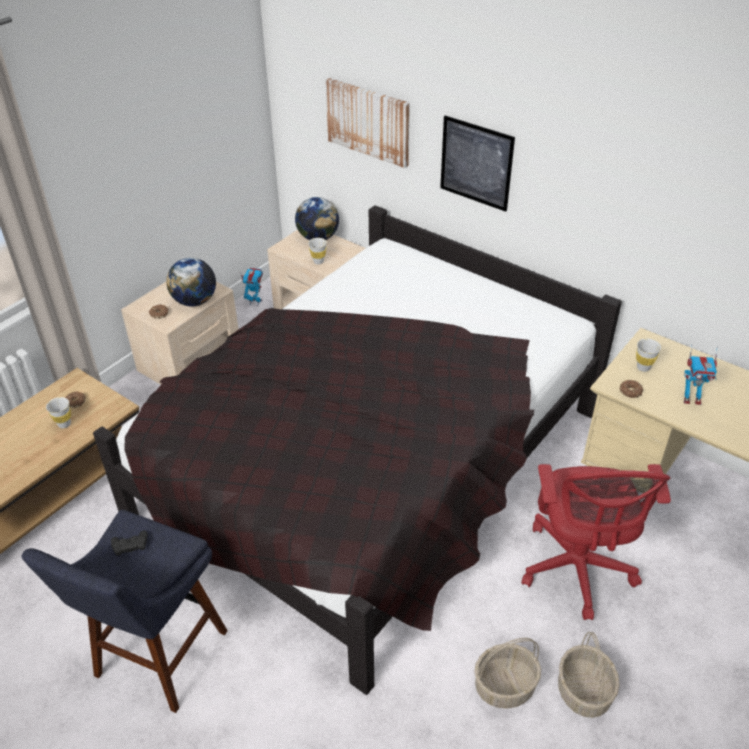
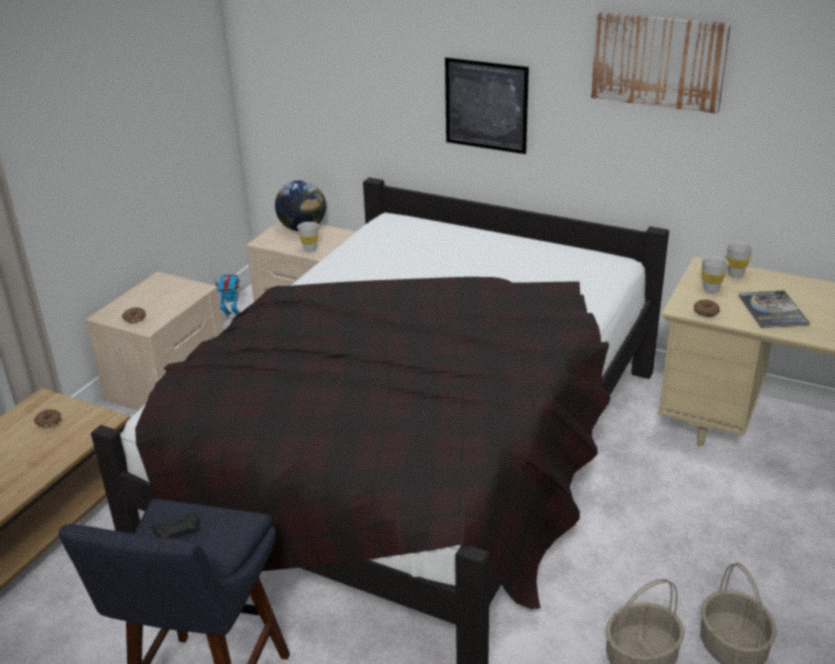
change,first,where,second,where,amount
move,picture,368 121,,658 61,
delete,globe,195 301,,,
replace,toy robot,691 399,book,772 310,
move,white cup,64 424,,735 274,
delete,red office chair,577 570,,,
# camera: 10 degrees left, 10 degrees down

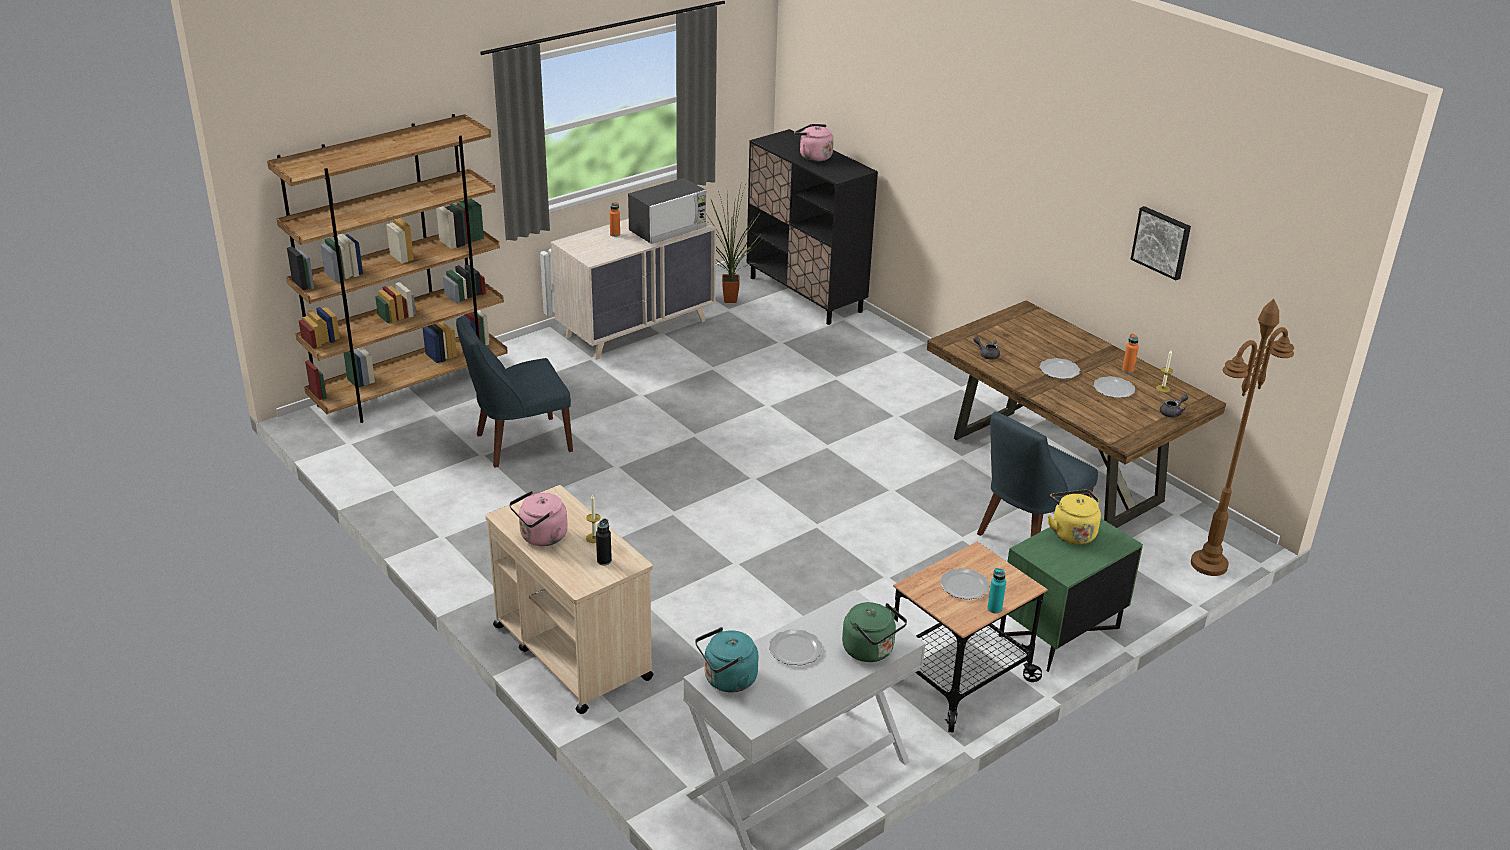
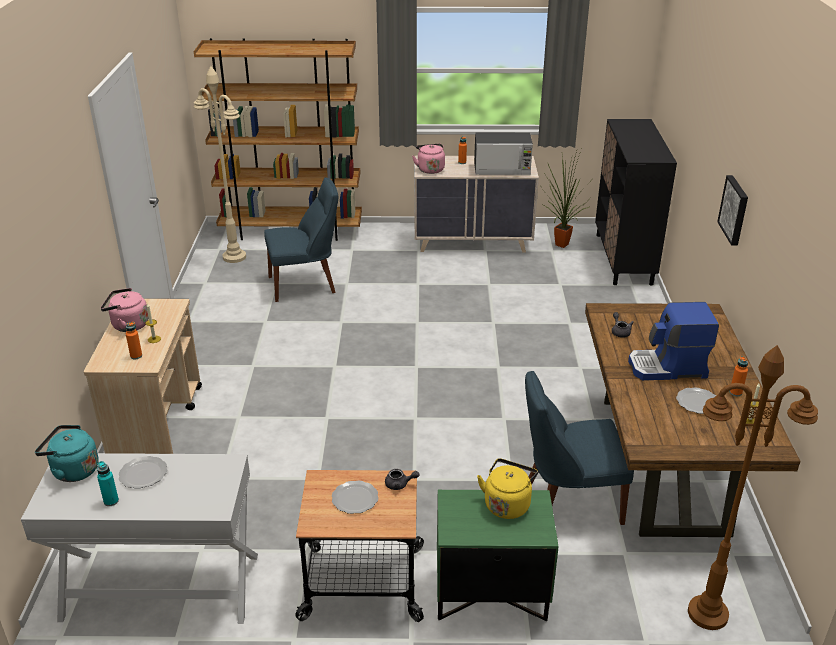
change,first,where,second,where,amount
move,pink kettle,813 156,,430 169,
move,picture,1162 242,,735 210,
rotate,blue chair,519 443,,305 284,150 degrees clockwise
replace,plate,1060 370,coffee machine,668 368,
move,grey teapot,1172 412,,400 484,
recolor,black bottle,604 561,orange bottle,136 356,
move,turquoise bottle,994 608,,111 501,
delete,green kettle,871 651,,,
insert,,,beige floor lamp,234 257,
# camera: 40 degrees right, 0 degrees up

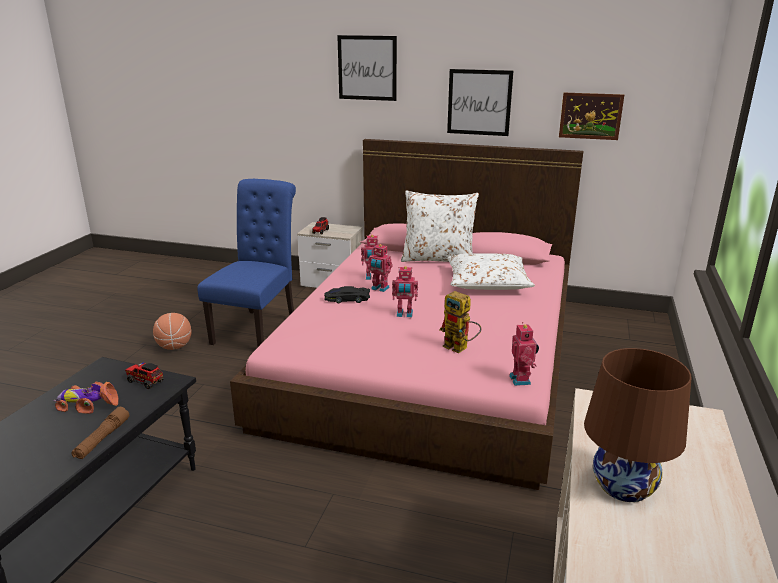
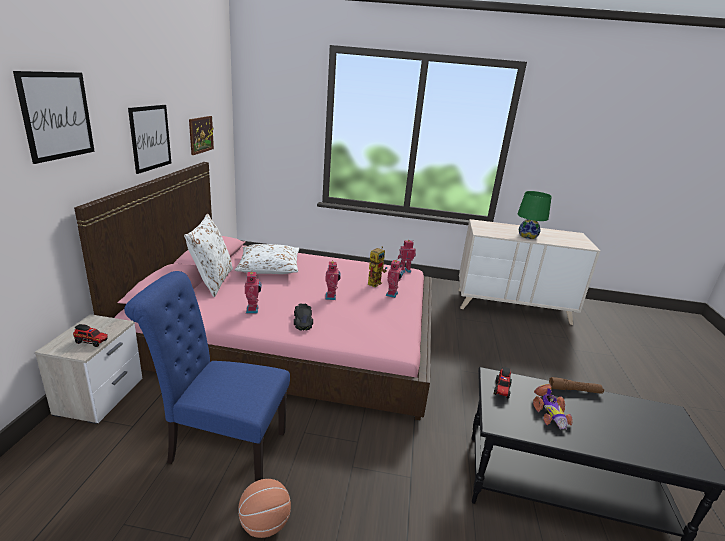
change,first,where,second,where,amount
move,toy robot,379 288,,392 294,
recolor,brown table lamp,624 486,green table lamp,527 236,
# camera: 100 degrees left, 0 degrees up

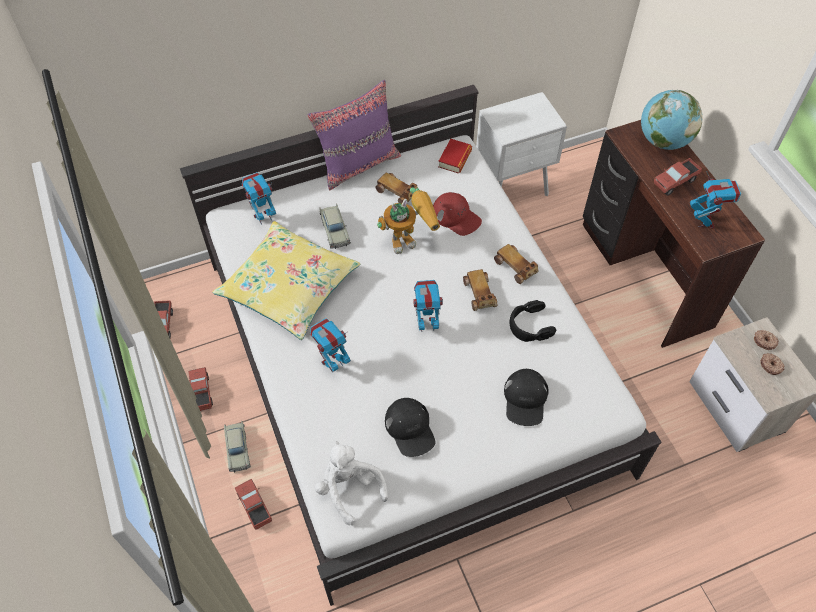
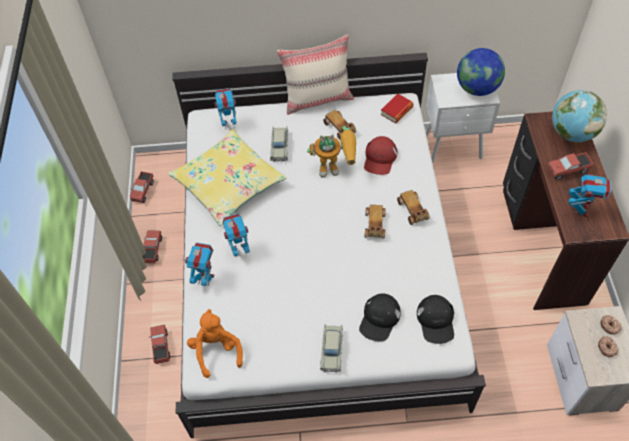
change,first,where,second,where,amount
recolor,purple pillow,358 164,beige pillow,318 99,
rotate,red cap,456 217,,380 158,45 degrees clockwise
move,toy robot,426 324,,205 279,
delete,black headphones,529 325,,,
move,black cap,410 429,,436 321,
move,beige toy car,238 449,,332 350,
recolor,white plush toy,349 489,orange plush toy,216 350,
insert,,,globe,477 88,
# camera: 20 degrees right, 0 degrees up

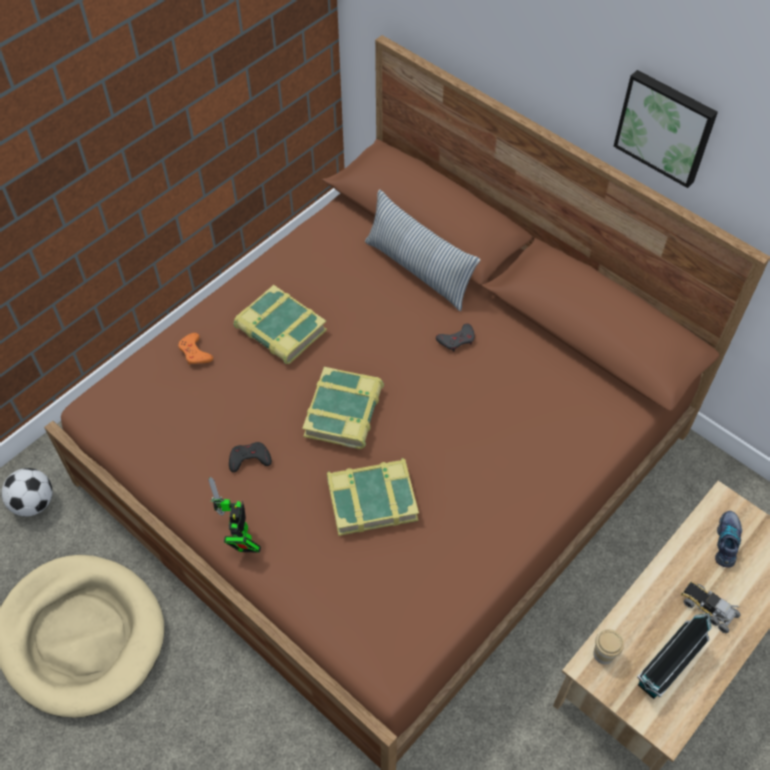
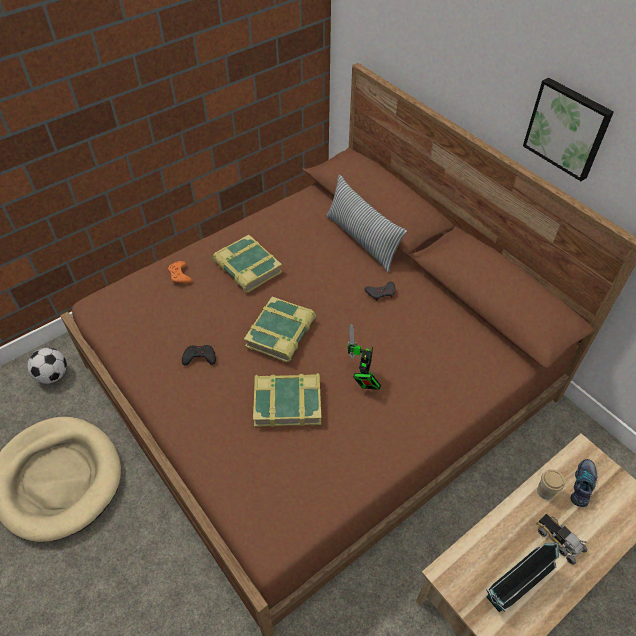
change,first,where,second,where,amount
move,toy robot,240 540,,363 380,
move,cup,603 654,,545 491,
# camera: 10 degrees right, 5 degrees down

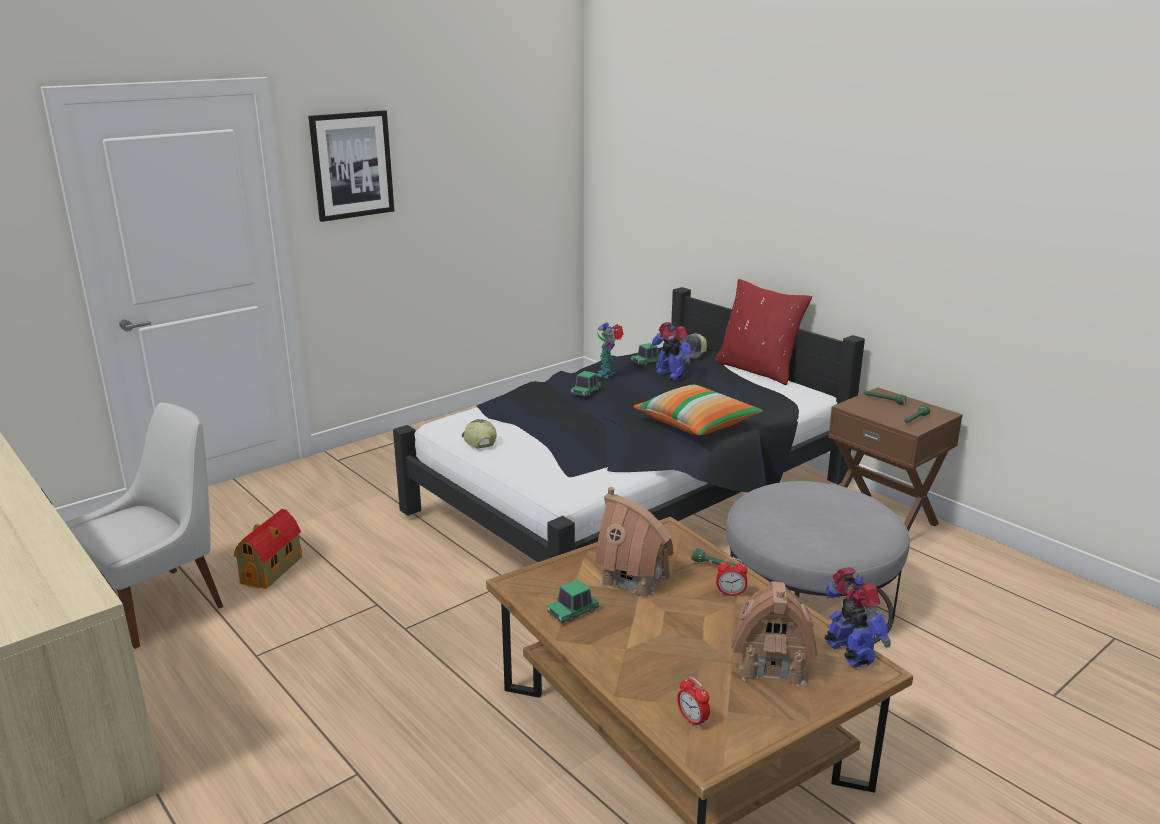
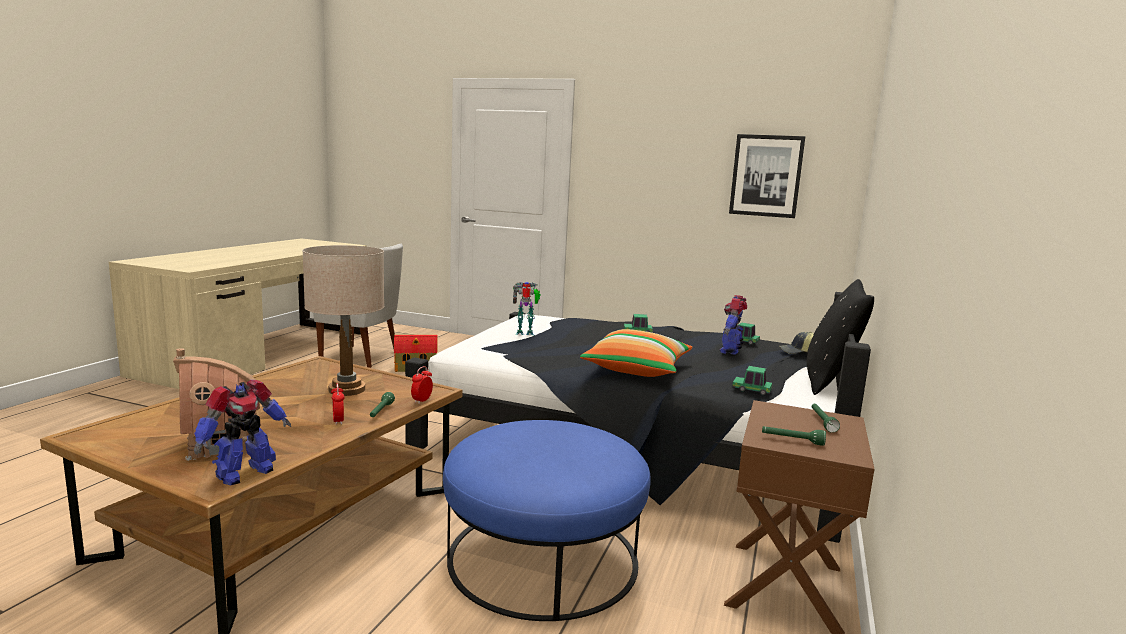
change,first,where,second,where,amount
move,picture,352 165,,766 176,
recolor,red pillow,758 370,black pillow,829 381,
move,toy robot,607 374,,525 333,
delete,cap,478 441,,,
recolor,grey ottoman,807 602,blue ottoman,542 557,
replace,toy house,634 578,beige table lamp,346 390,
move,toy car,573 612,,752 390,
move,alarm clock,692 720,,422 400,
# camera: 60 degrees right, 10 degrees down

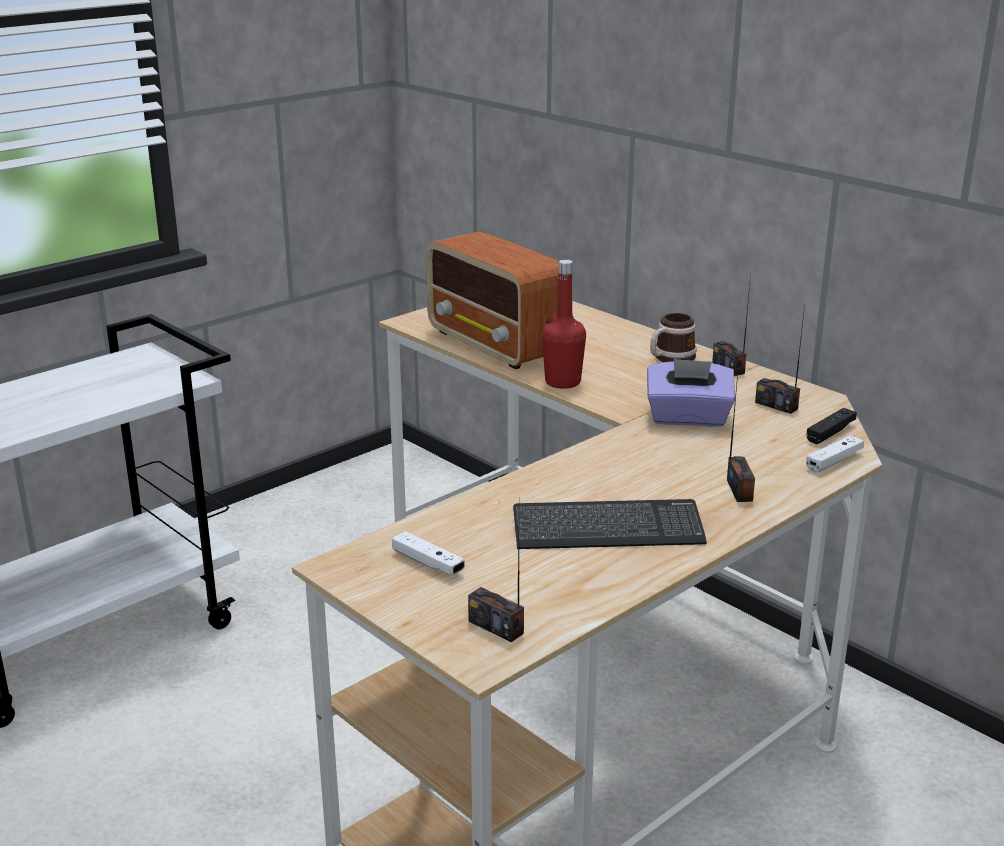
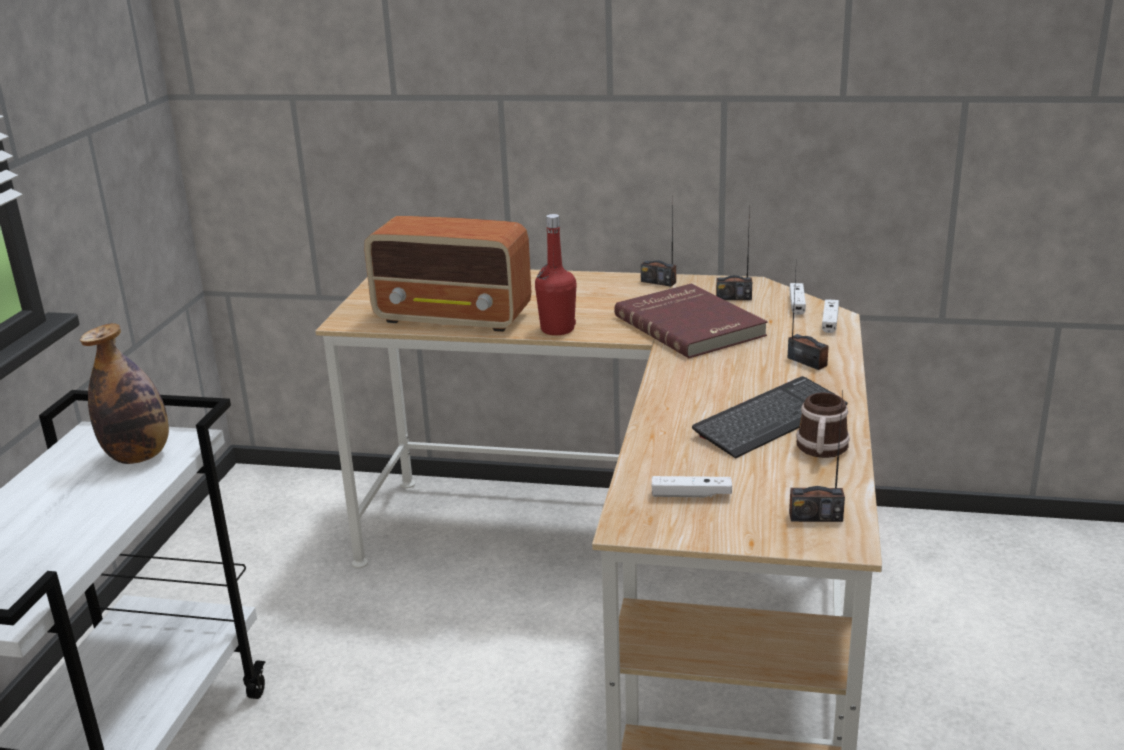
change,first,where,second,where,amount
move,mug,670 358,,821 450,
replace,purple tissue box,688 418,red book,691 325,
recolor,black game controller,830 433,white game controller,797 304,
insert,,,bottle,139 456,
# camera: 35 degrees left, 0 degrees up

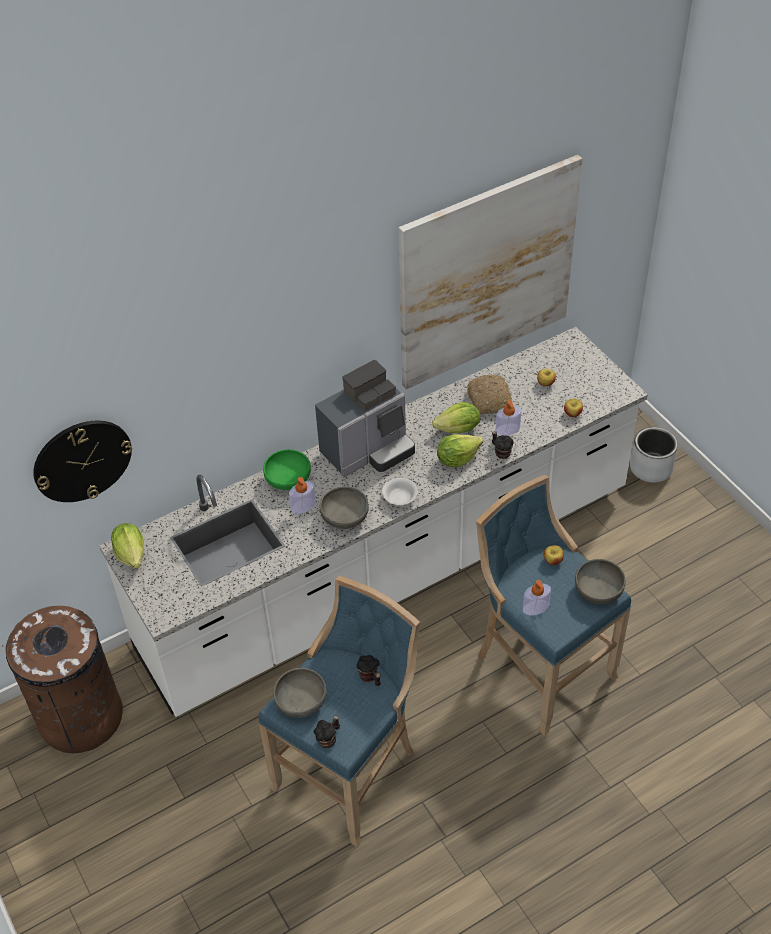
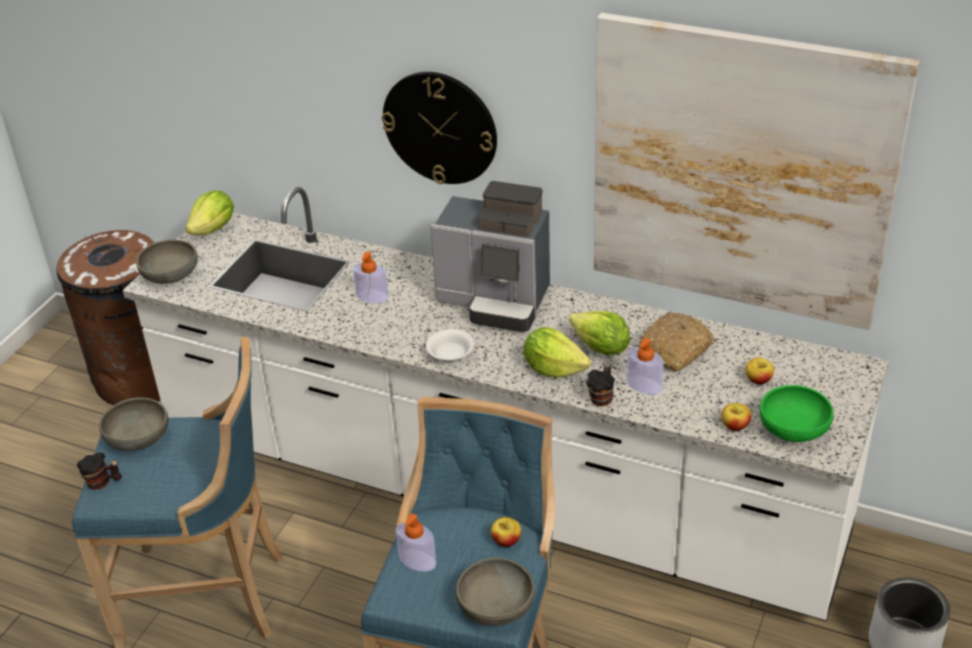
change,first,where,second,where,amount
move,wall clock,82 460,,440 127,
move,green bowl,288 479,,793 429,
move,grey bowl,345 517,,170 276,
delete,mug,370 677,,,
# camera: 55 degrees right, 10 degrees down

